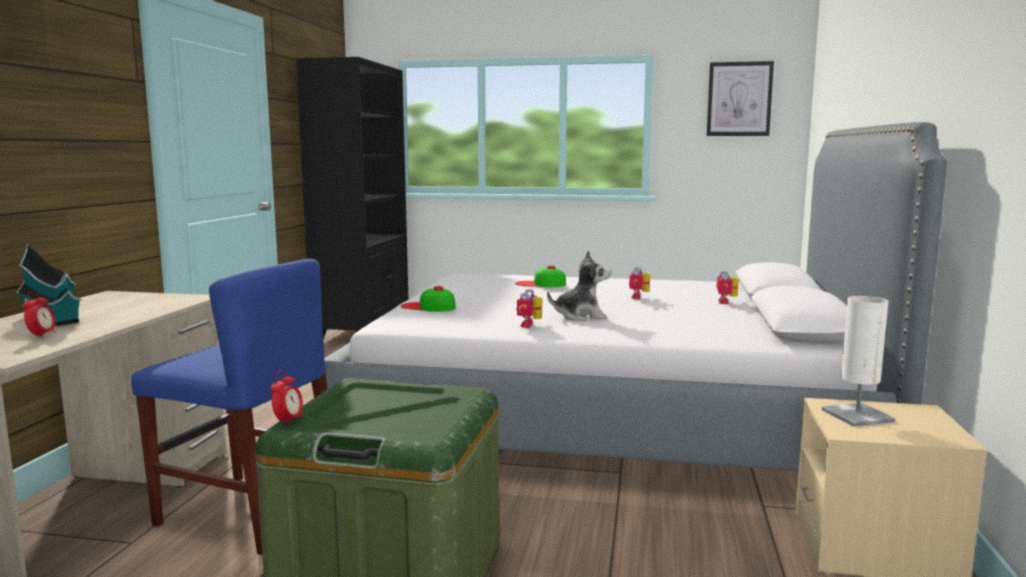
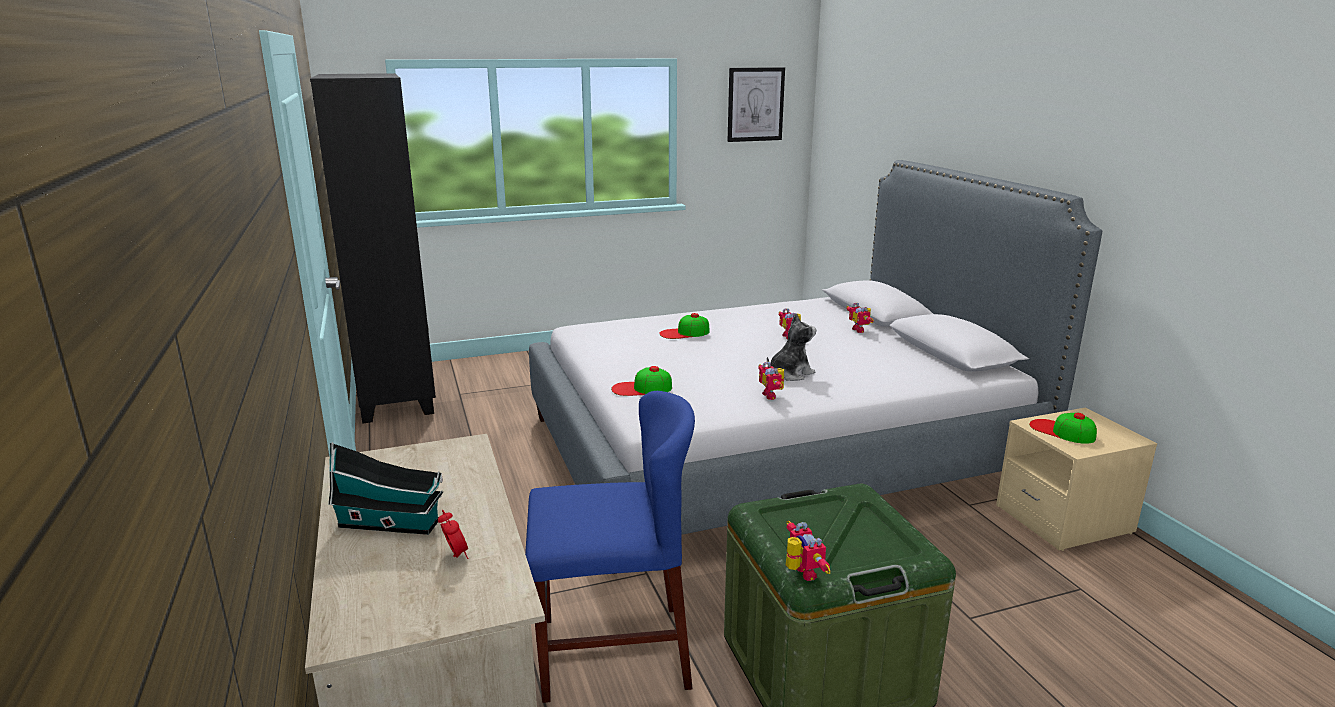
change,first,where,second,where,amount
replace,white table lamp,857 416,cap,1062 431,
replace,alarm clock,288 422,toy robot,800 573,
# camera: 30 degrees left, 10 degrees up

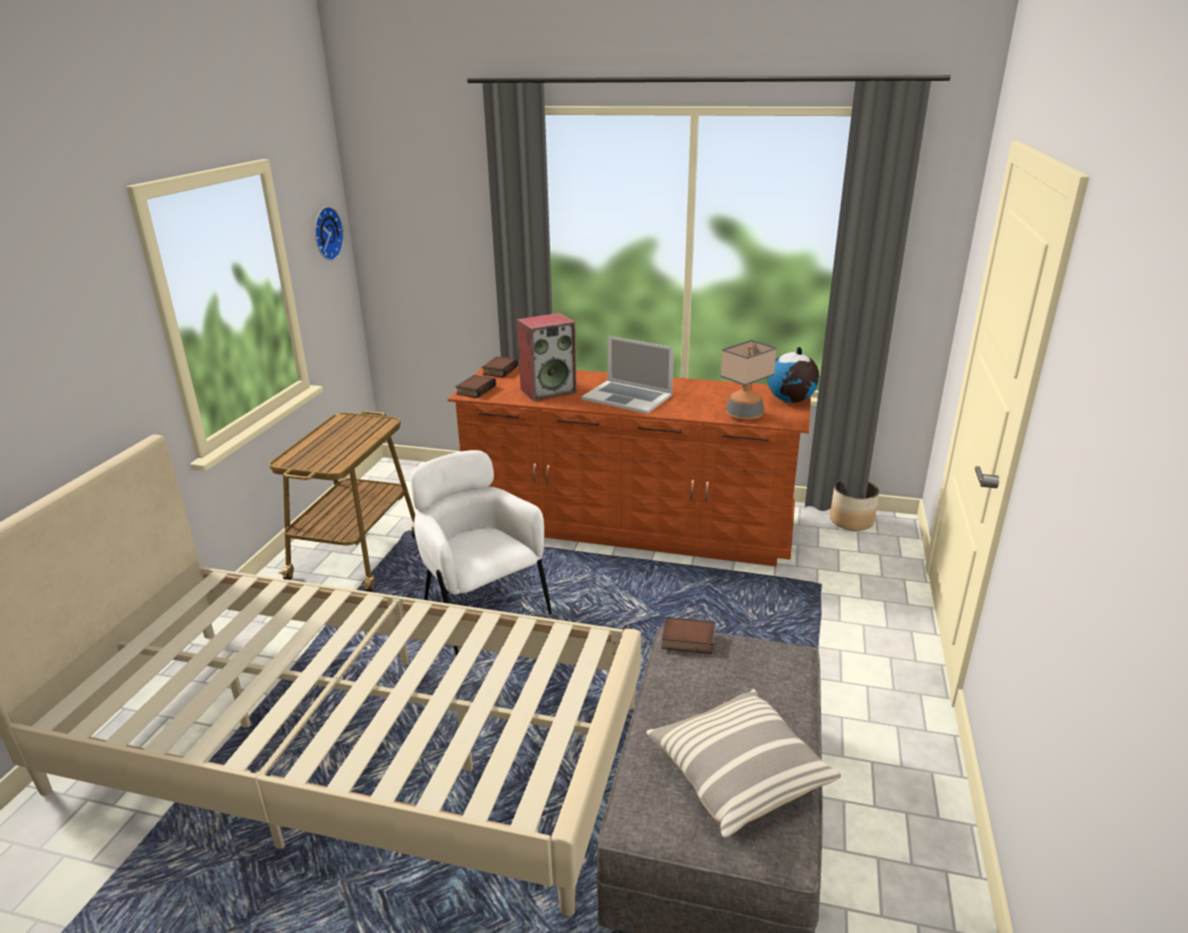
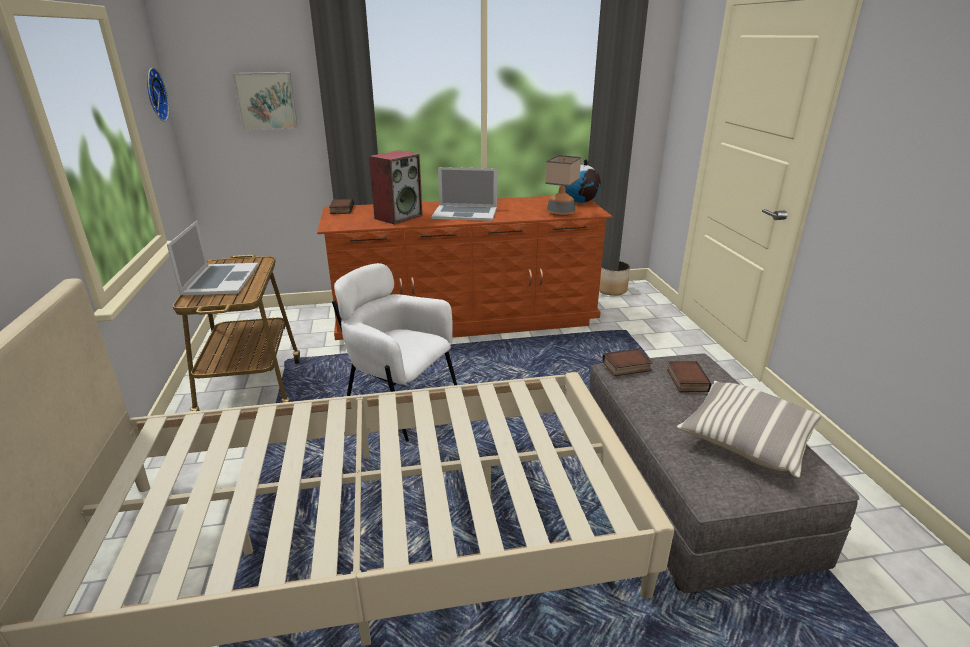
change,first,where,second,where,amount
move,book,475 390,,686 380,
insert,,,picture,266 101,
insert,,,laptop,220 279,
# camera: 25 degrees left, 0 degrees up

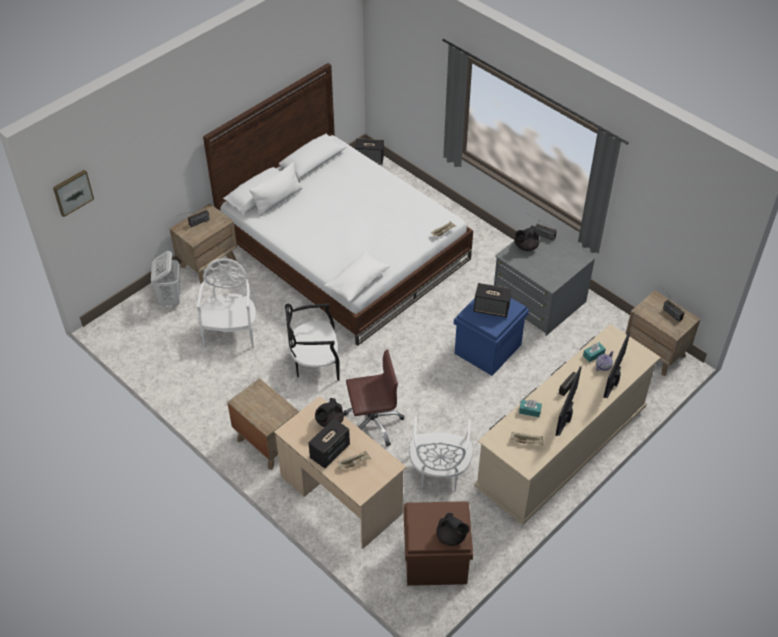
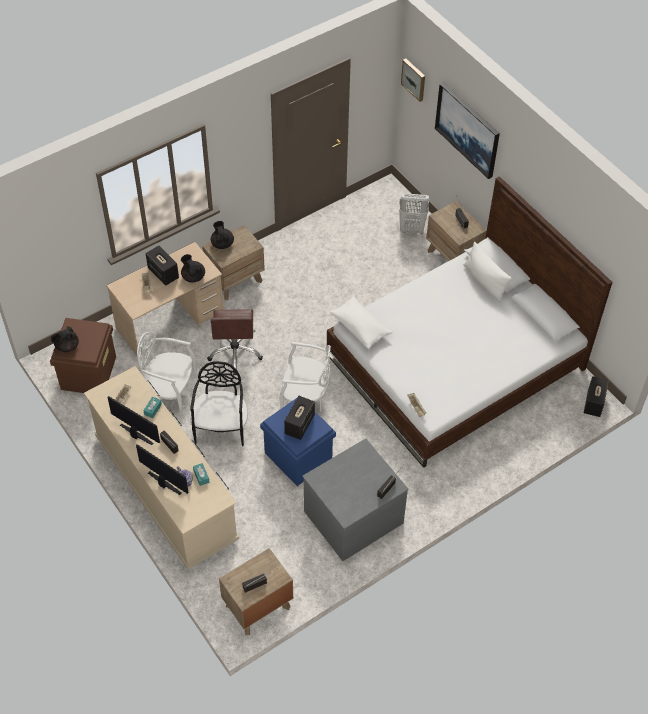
change,first,where,second,where,amount
move,black teapot,525 246,,222 243,
move,white chair,230 331,,305 397,
move,black chair,315 363,,221 427,
insert,,,picture,468 129,
# camera: 100 degrees right, 5 degrees up

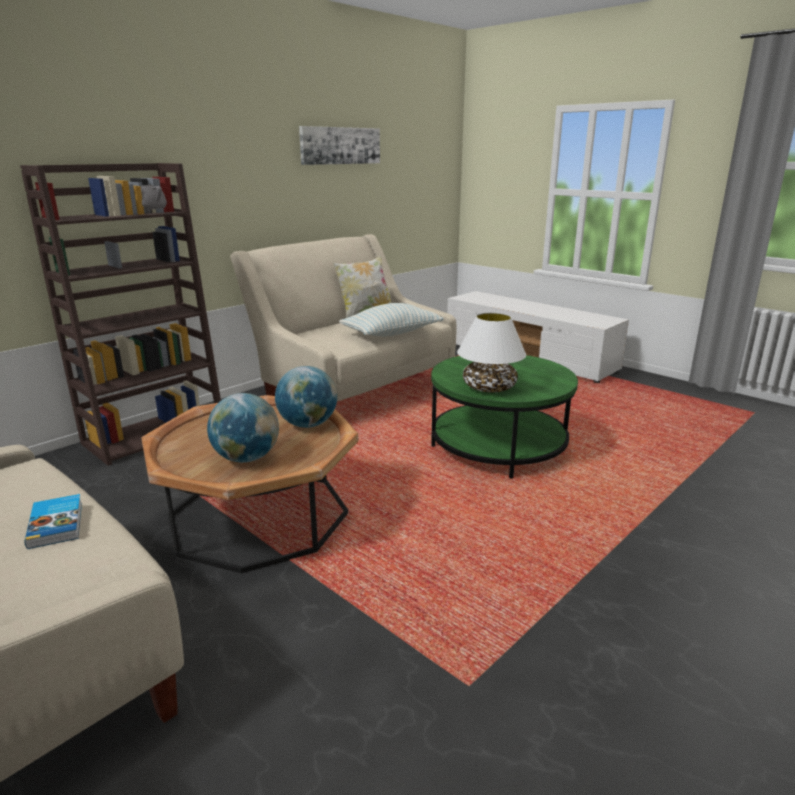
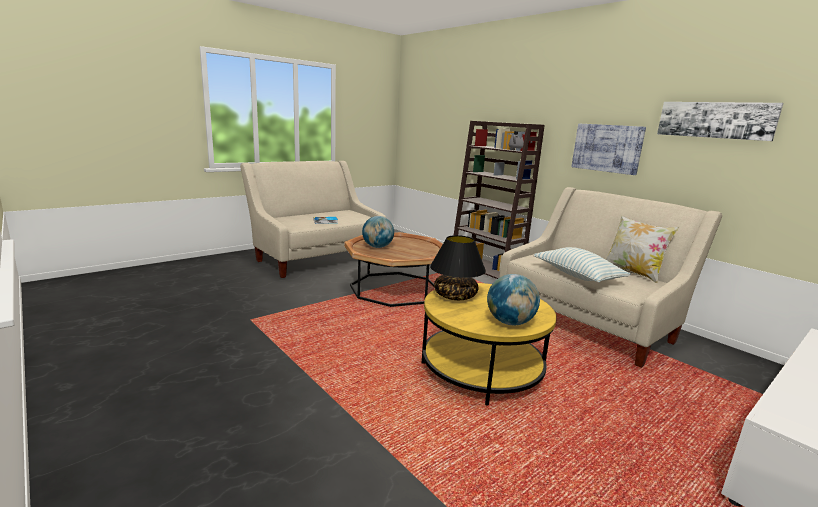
change,first,where,second,where,amount
recolor,white table lamp,489 388,black table lamp,454 296,
recolor,green coffee table,498 445,yellow coffee table,481 368,
move,globe,308 424,,510 322,
insert,,,picture,607 148,
# camera: 95 degrees right, 5 degrees down

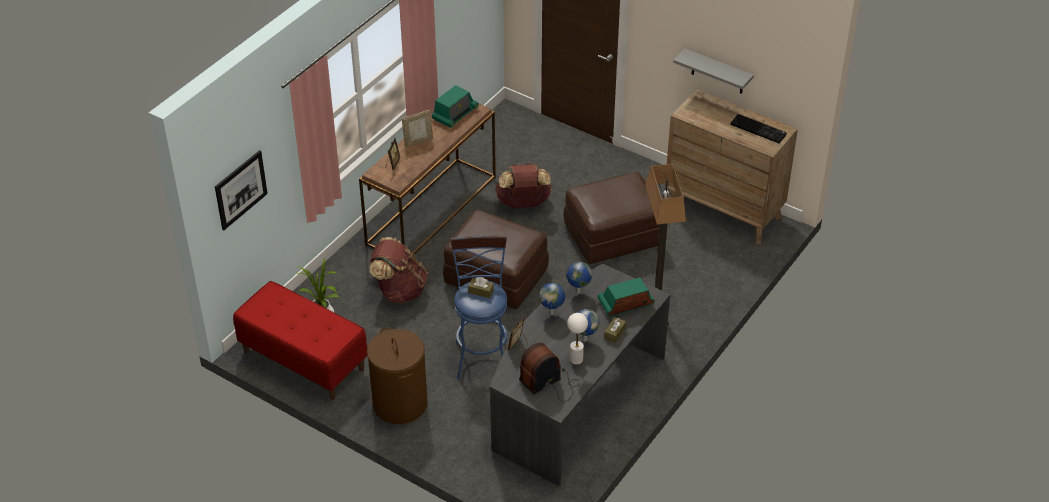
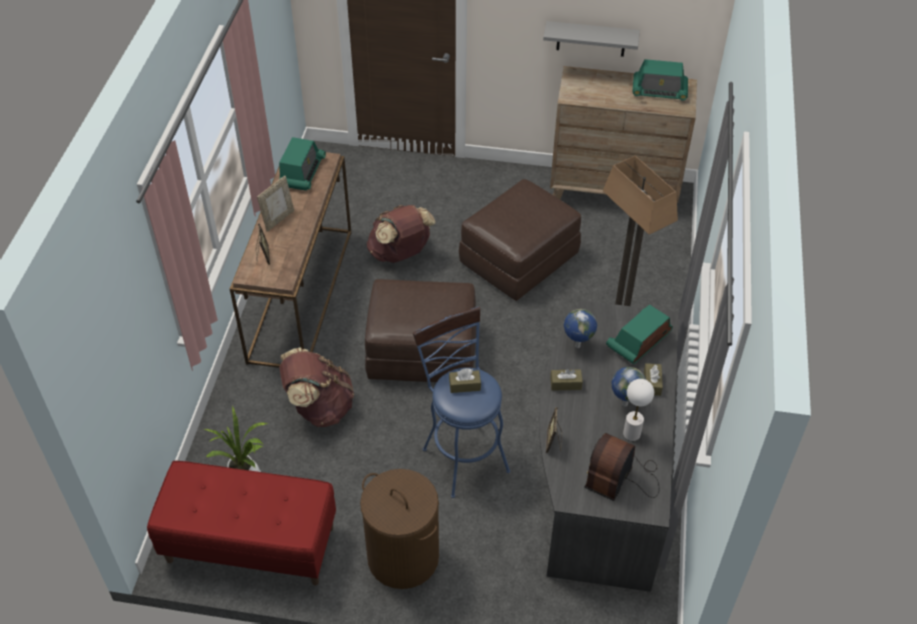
change,first,where,second,where,amount
replace,keyboard,759 129,radio,659 91,
delete,picture,240 189,,,
replace,globe,552 313,brown tissue box,565 384,
# camera: 25 degrees left, 5 degrees up

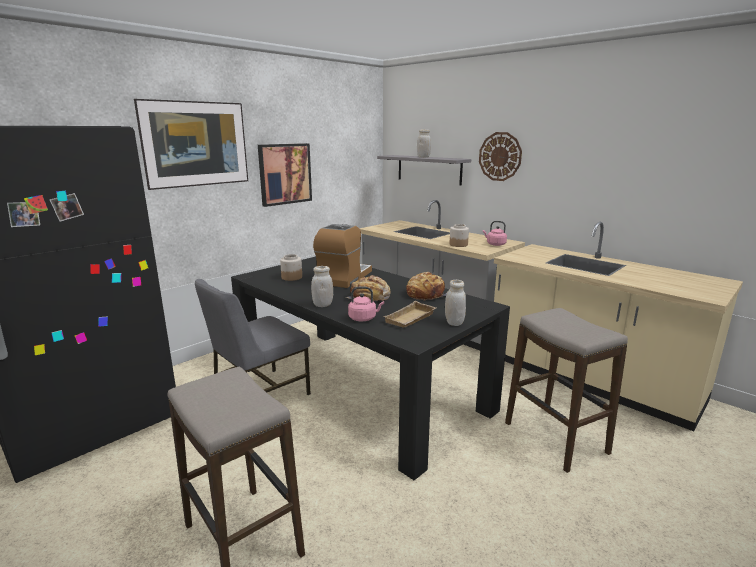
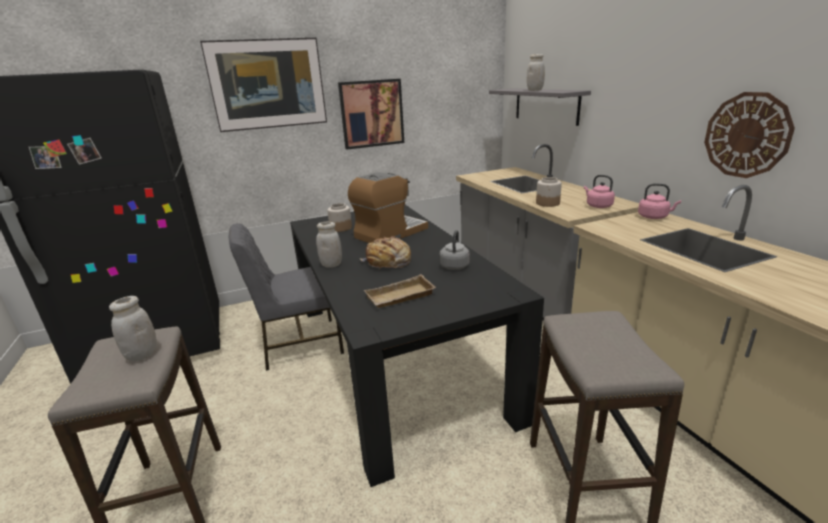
change,first,where,second,where,amount
move,wall clock,500 156,,746 135,
replace,bread,426 294,grey kettle,455 265,
move,white jar,454 323,,142 355,
move,pink kettle,364 318,,654 217,
# camera: 25 degrees right, 5 degrees up

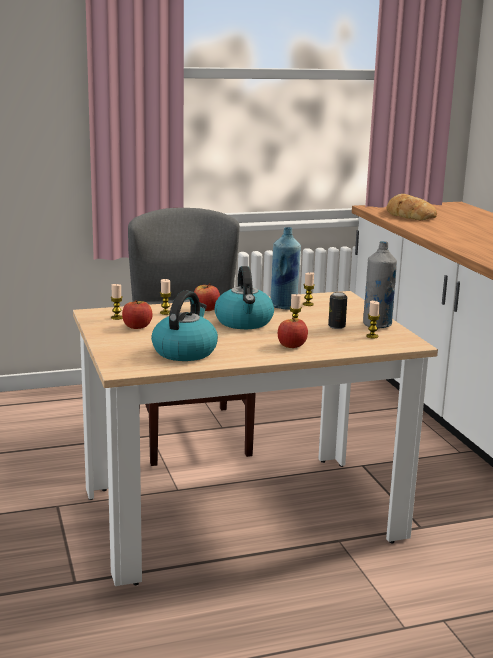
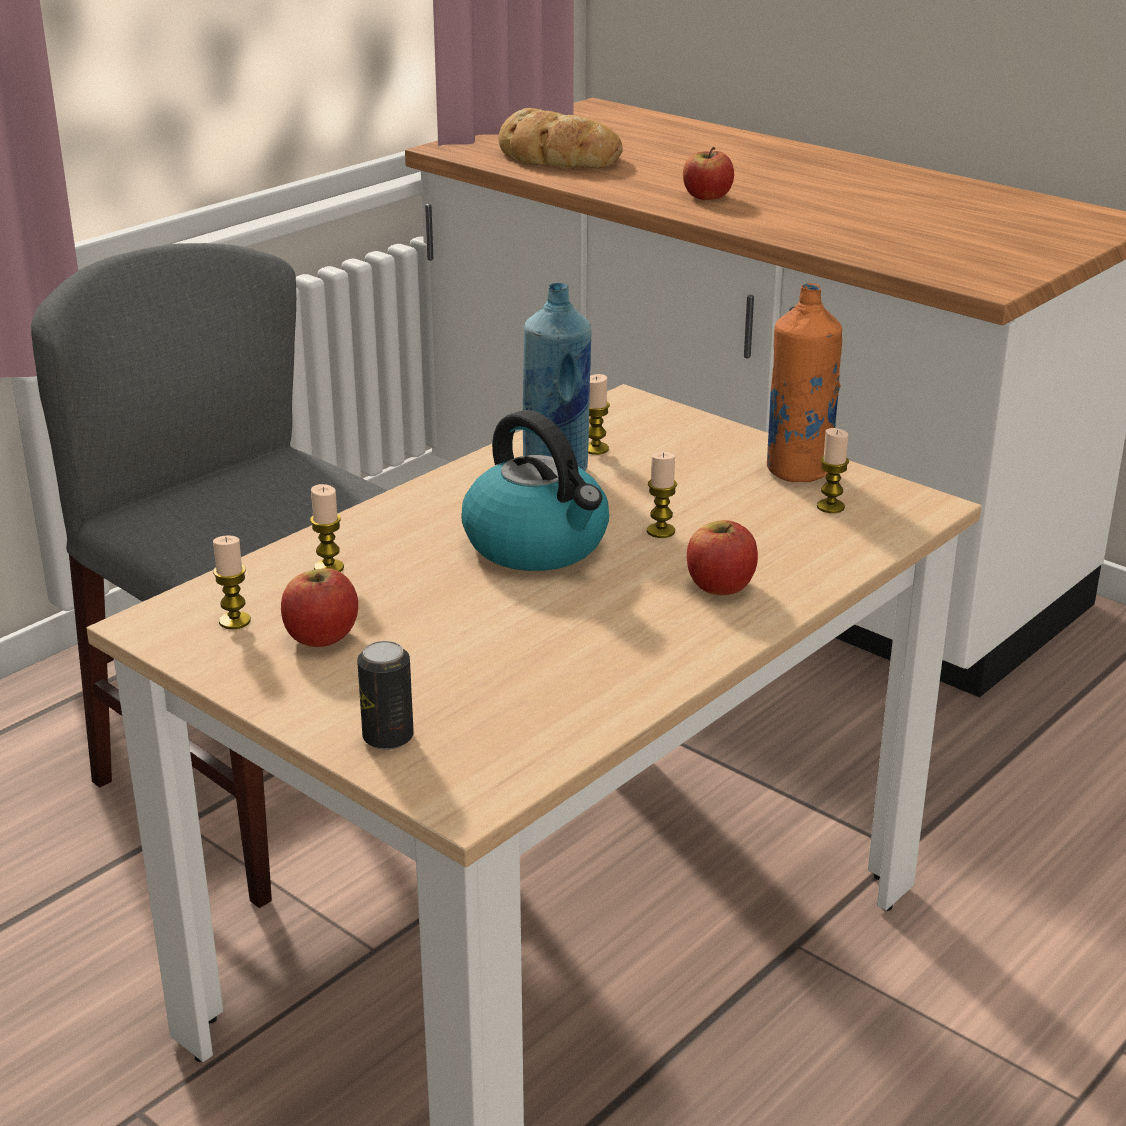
change,first,where,second,where,amount
recolor,grey bottle,377 325,orange bottle,798 470,
move,apple,206 309,,707 197,
delete,kettle,185 351,,,
move,can,336 326,,388 737,
# camera: 30 degrees left, 10 degrees up

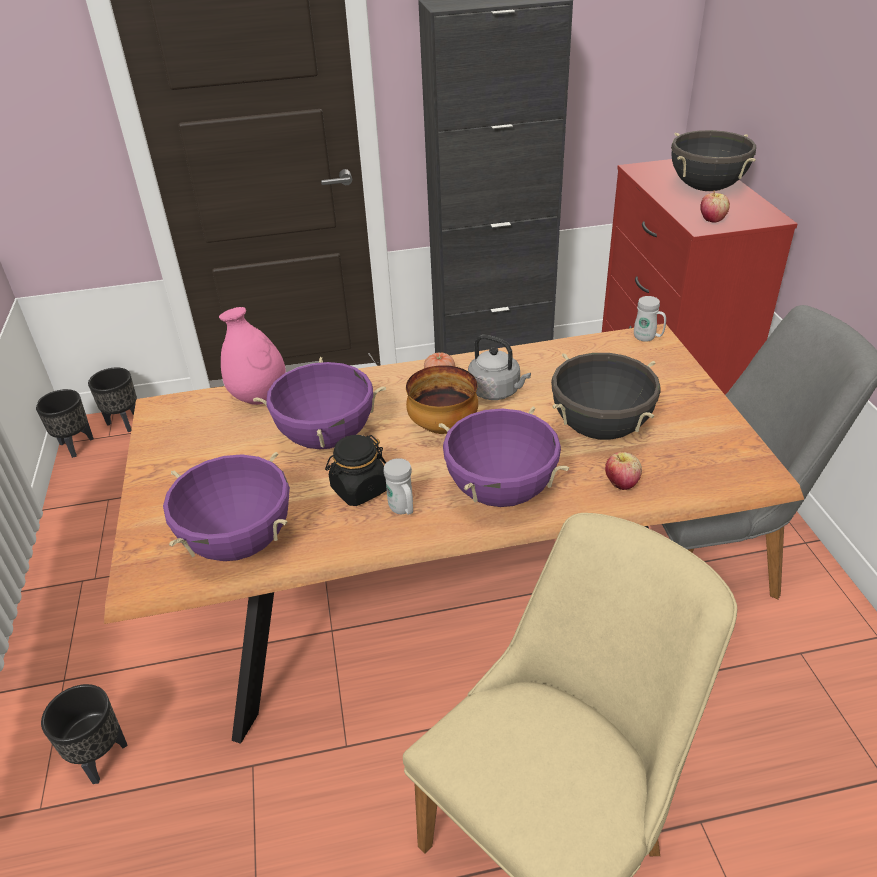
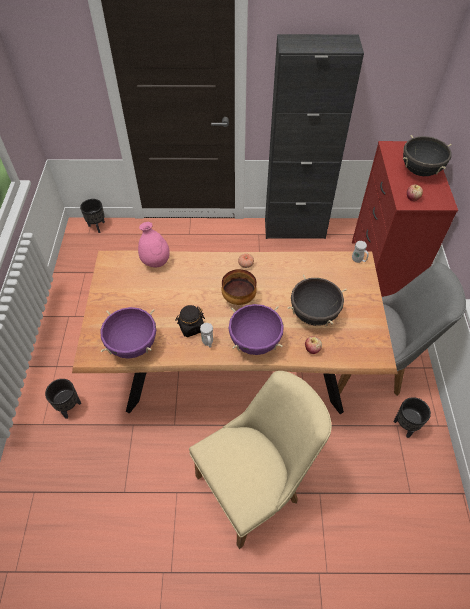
change,first,where,second,where,amount
delete,grey kettle,497 391,,,
delete,purple cooking pot,326 437,,,
move,black planter,75 446,,404 425,
# camera: 10 degrees right, 15 degrees up

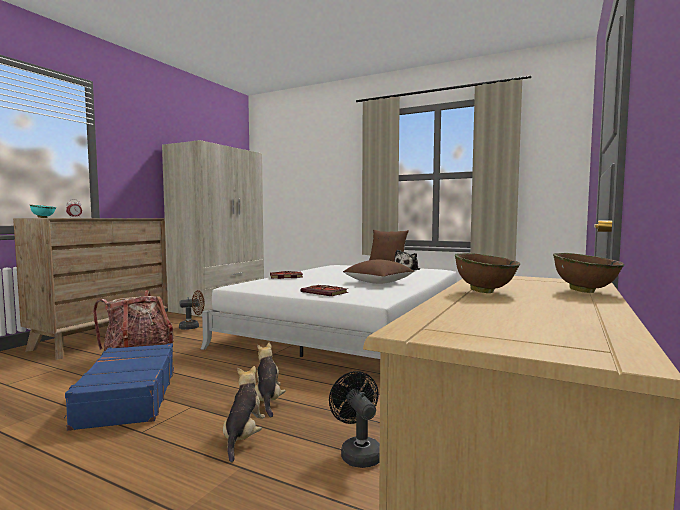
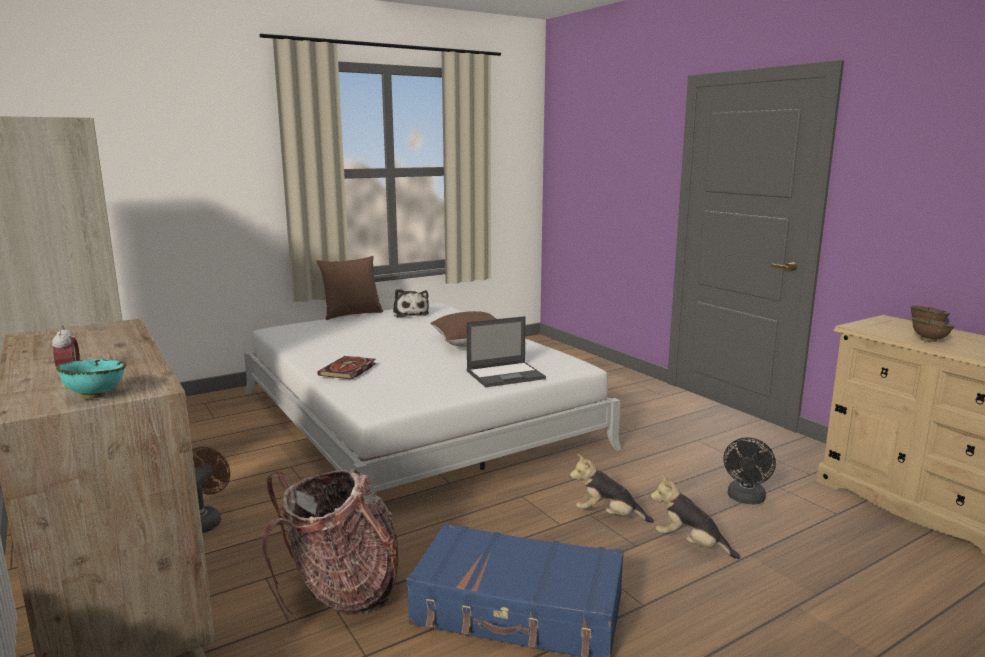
change,first,where,second,where,amount
replace,book,326 292,laptop,506 375,
rotate,black fan,358 453,,745 499,75 degrees counterclockwise
# camera: 60 degrees left, 10 degrees up

